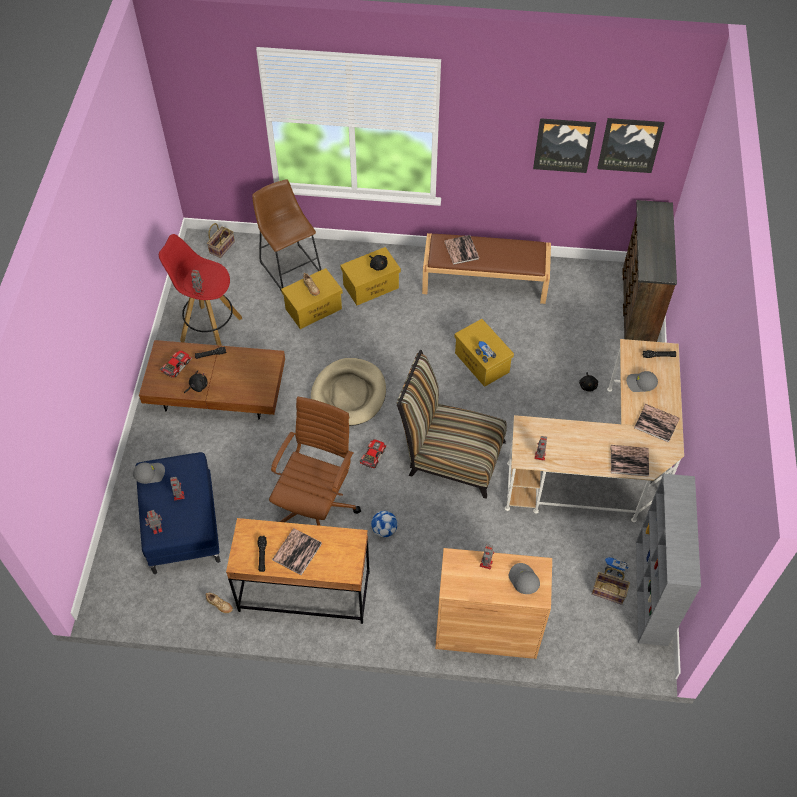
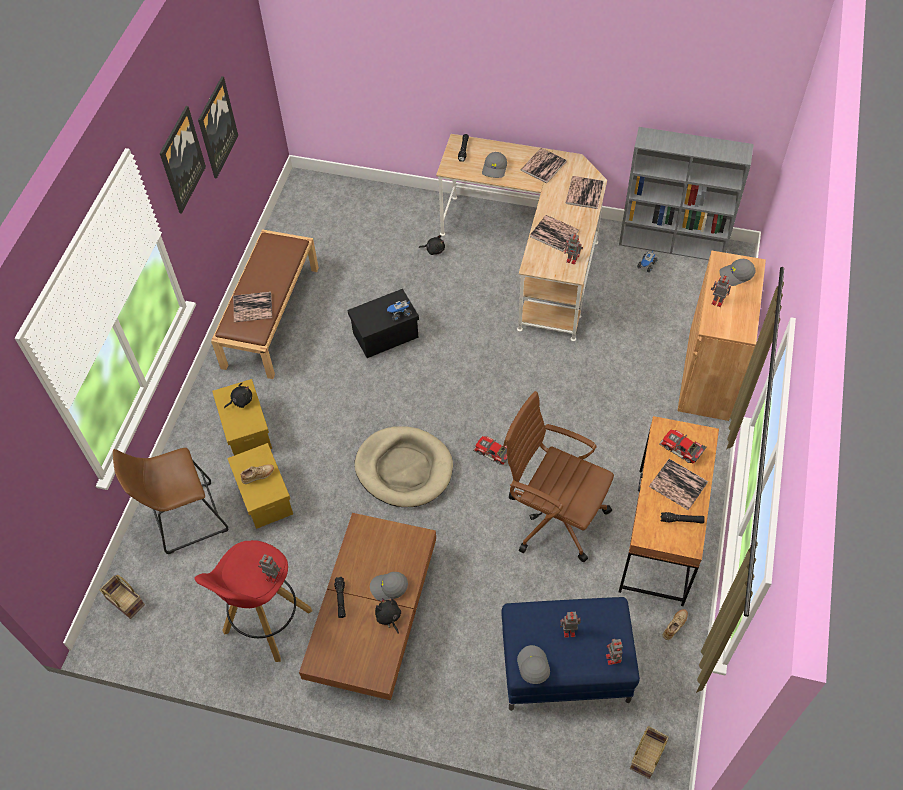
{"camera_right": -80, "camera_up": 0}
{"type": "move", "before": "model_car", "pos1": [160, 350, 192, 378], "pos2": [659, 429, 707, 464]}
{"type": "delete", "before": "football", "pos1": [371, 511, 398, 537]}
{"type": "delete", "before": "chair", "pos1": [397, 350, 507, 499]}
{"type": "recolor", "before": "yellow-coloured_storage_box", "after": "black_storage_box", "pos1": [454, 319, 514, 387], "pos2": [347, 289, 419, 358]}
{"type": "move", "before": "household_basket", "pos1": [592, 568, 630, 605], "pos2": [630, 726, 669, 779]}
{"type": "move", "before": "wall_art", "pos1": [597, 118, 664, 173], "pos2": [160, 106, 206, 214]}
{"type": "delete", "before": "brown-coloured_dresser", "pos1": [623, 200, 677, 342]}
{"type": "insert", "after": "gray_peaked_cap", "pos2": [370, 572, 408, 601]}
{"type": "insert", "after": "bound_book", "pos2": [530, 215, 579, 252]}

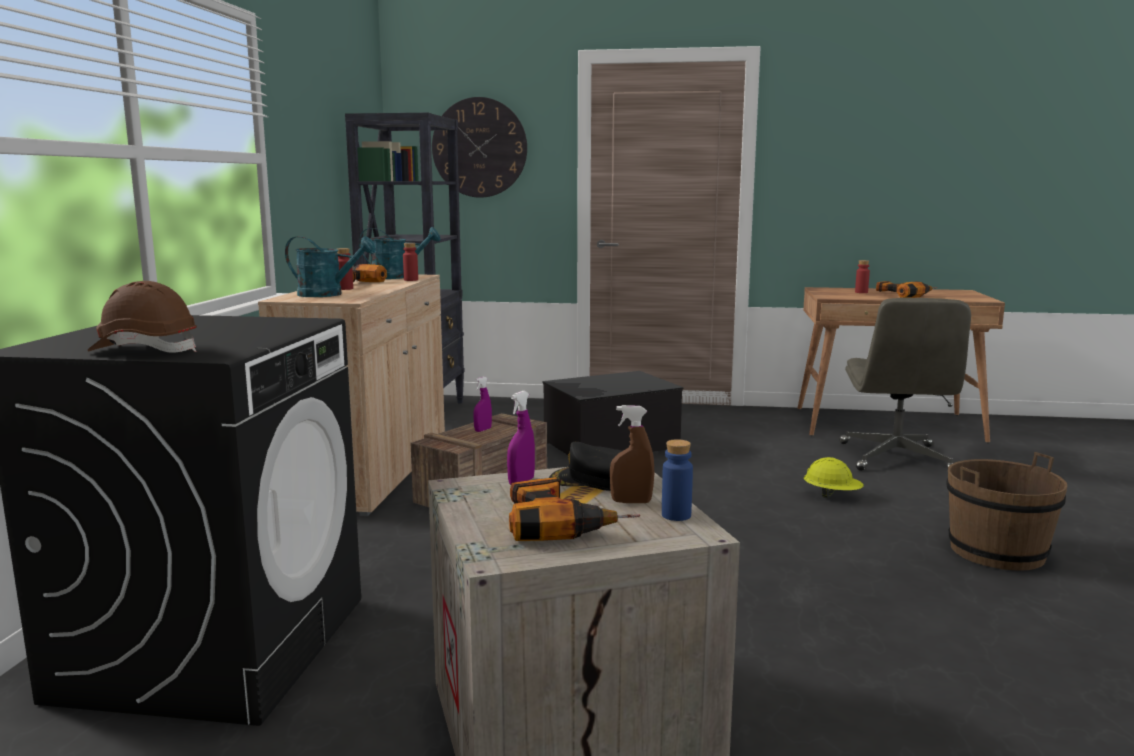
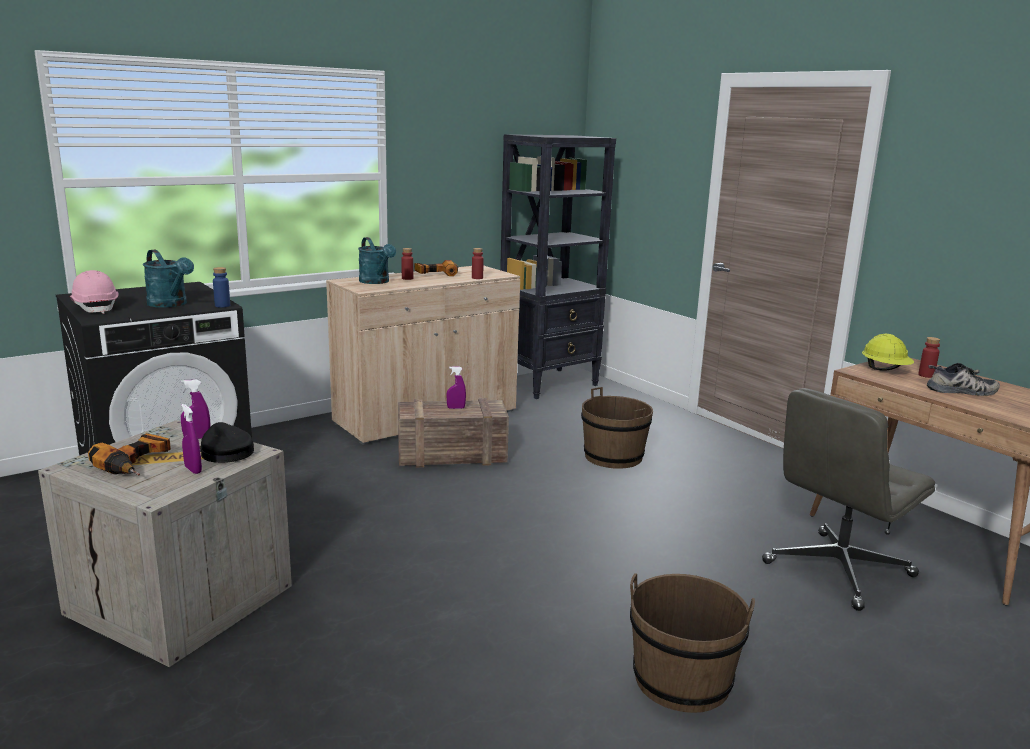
{"camera_right": 45, "camera_up": 5}
{"type": "recolor", "before": "brown-coloured_hard_hat", "after": "pink_hard_hat", "pos1": [87, 281, 197, 353], "pos2": [70, 270, 119, 314]}
{"type": "move", "before": "blue-green_watering_pot", "pos1": [359, 227, 440, 279], "pos2": [143, 250, 194, 308]}
{"type": "delete", "before": "hanging_clock", "pos1": [432, 97, 527, 198]}
{"type": "replace", "before": "storage_box", "after": "brown-coloured_water_bucket", "pos1": [542, 371, 684, 455], "pos2": [581, 387, 653, 469]}
{"type": "recolor", "before": "brown-coloured_sprayer", "after": "purple_sprayer", "pos1": [610, 405, 654, 503], "pos2": [181, 404, 202, 474]}
{"type": "move", "before": "blue-coloured_beverage_bottle", "pos1": [662, 439, 693, 521], "pos2": [213, 267, 230, 307]}
{"type": "move", "before": "yellow-coloured_hard_hat", "pos1": [804, 457, 864, 498], "pos2": [862, 334, 914, 371]}
{"type": "replace", "before": "drill", "after": "shoe", "pos1": [876, 281, 937, 298], "pos2": [927, 363, 1000, 396]}

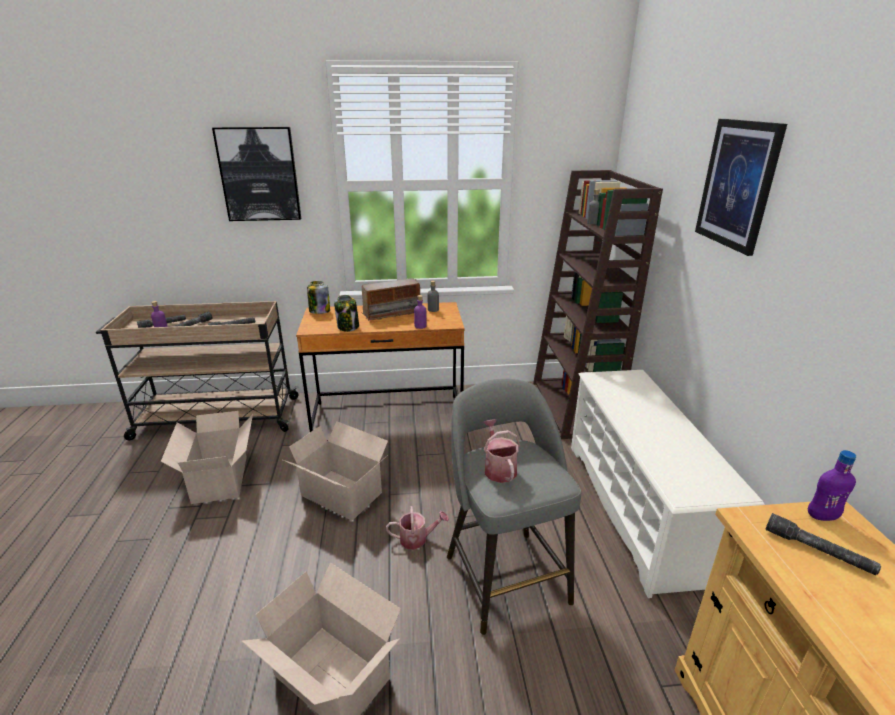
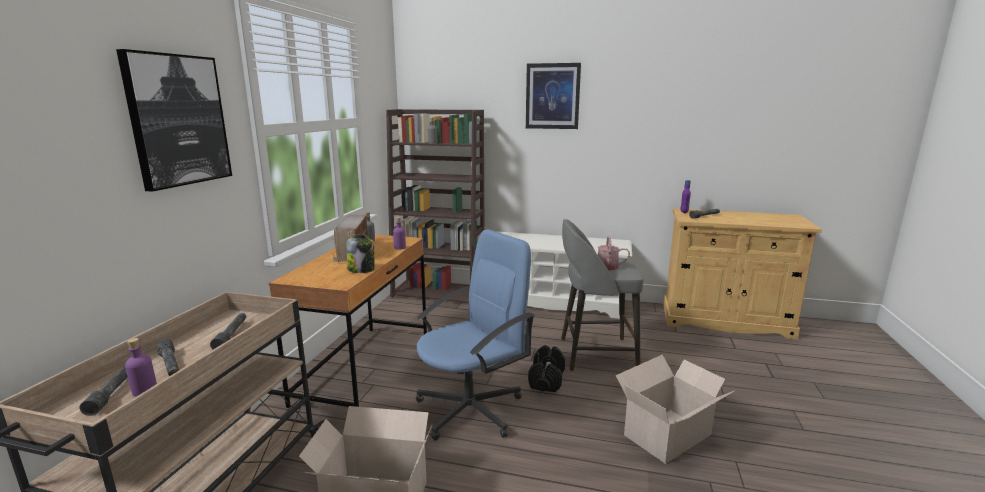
{"camera_right": -70, "camera_up": -10}
{"type": "replace", "before": "packing_box", "after": "blue-coloured_computer_chair", "pos1": [283, 421, 388, 520], "pos2": [416, 229, 535, 440]}
{"type": "delete", "before": "jar", "pos1": [307, 281, 330, 314]}
{"type": "replace", "before": "watering_pot", "after": "black_hand_weight", "pos1": [386, 506, 449, 550], "pos2": [528, 345, 566, 392]}

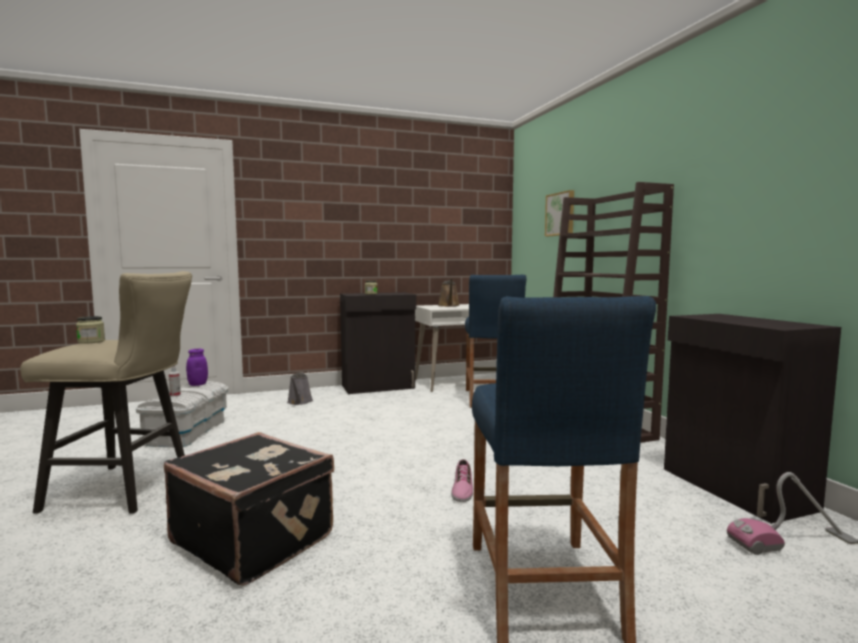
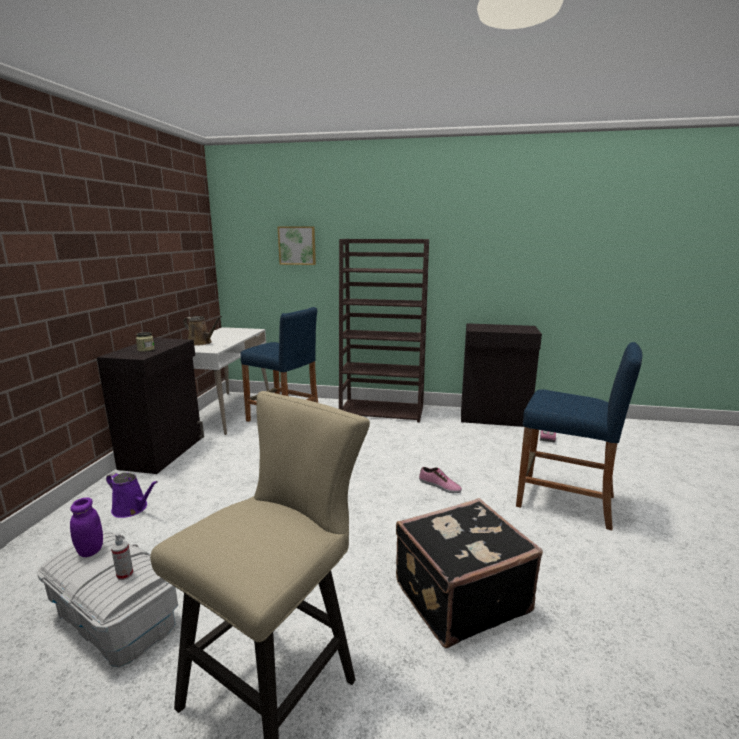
{"camera_right": -60, "camera_up": 10}
{"type": "delete", "before": "jar", "pos1": [76, 316, 105, 344]}
{"type": "recolor", "before": "gray_watering_pot", "after": "purple_watering_pot", "pos1": [287, 372, 313, 405], "pos2": [106, 472, 158, 518]}

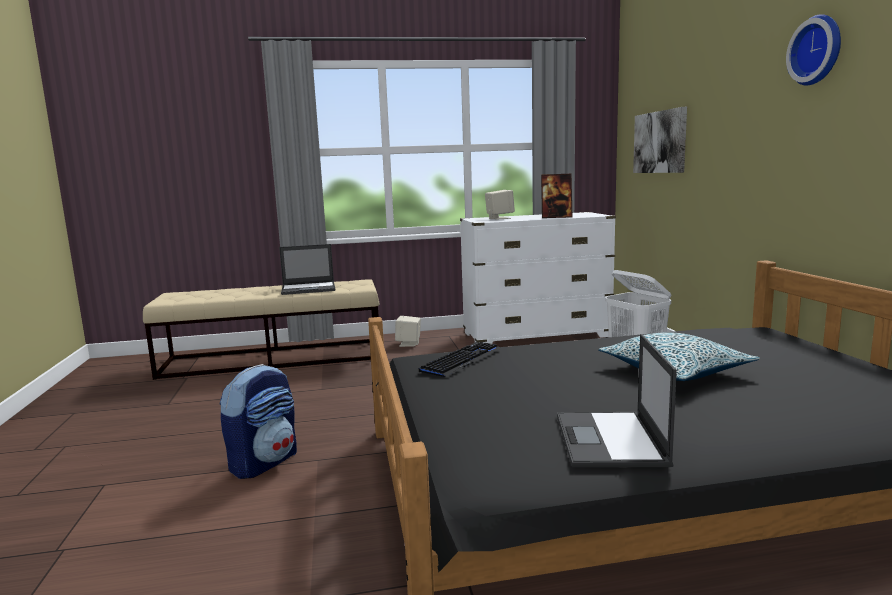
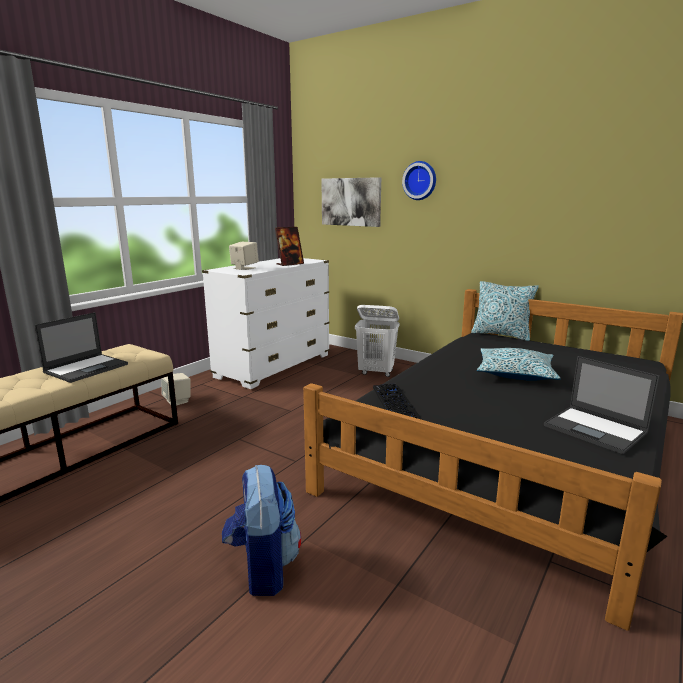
{"camera_right": -45, "camera_up": 5}
{"type": "move", "before": "hanging_clock", "pos1": [786, 14, 841, 85], "pos2": [402, 161, 436, 200]}
{"type": "insert", "after": "throw_pillow", "pos2": [471, 281, 539, 341]}

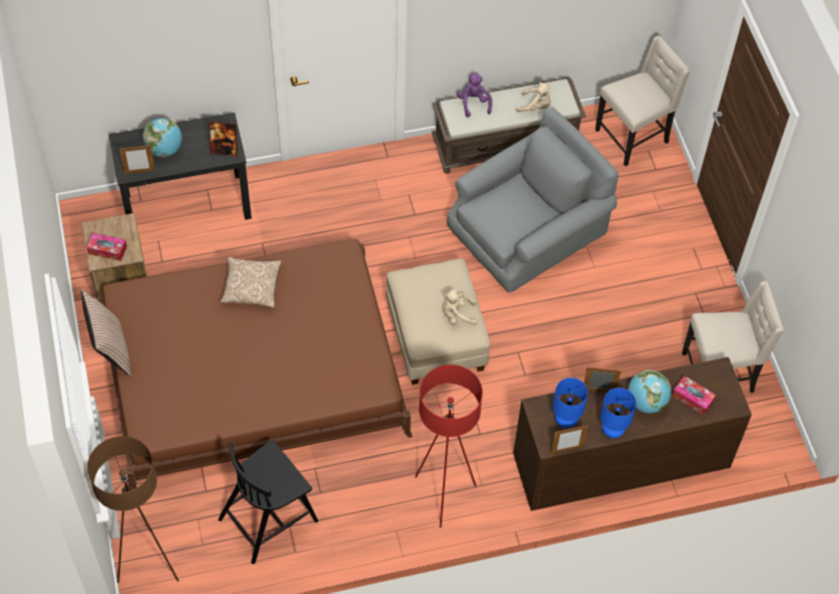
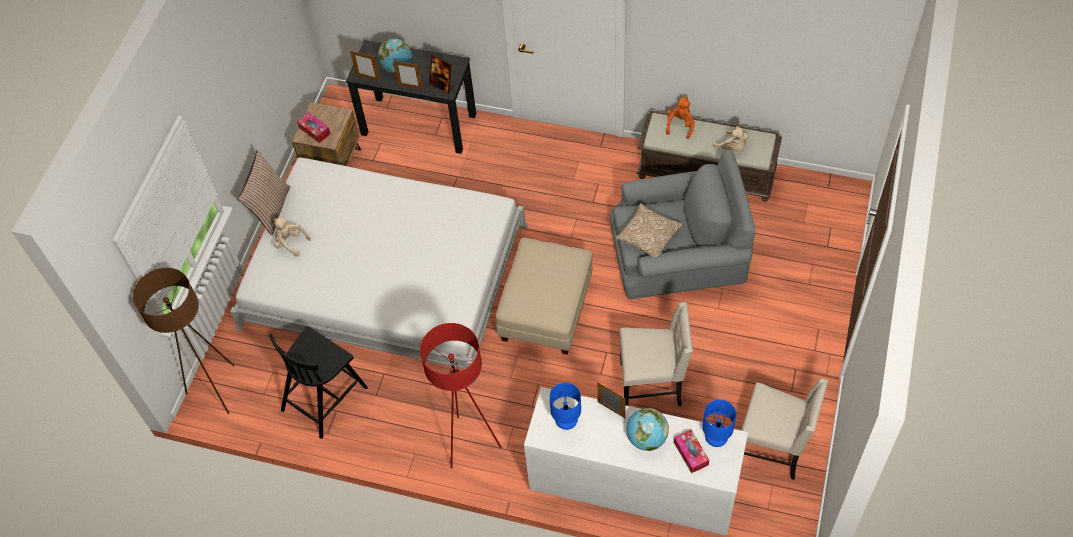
{"camera_right": 35, "camera_up": 0}
{"type": "recolor", "before": "brown-coloured_sleeping_bed", "after": "whitish_sleeping_bed", "pos1": [97, 239, 413, 490], "pos2": [230, 158, 528, 384]}
{"type": "rotate", "before": "black_chair", "pos1": [218, 440, 318, 564], "pos2": [269, 326, 368, 439], "turn": -45}
{"type": "move", "before": "throw_pillow", "pos1": [220, 257, 281, 308], "pos2": [615, 203, 683, 257]}
{"type": "move", "before": "sand-coloured_cuddly_toy", "pos1": [443, 290, 478, 326], "pos2": [274, 218, 311, 257]}
{"type": "recolor", "before": "purple_cuddly_toy", "after": "orange-coloured_cuddly_toy", "pos1": [457, 72, 492, 117], "pos2": [666, 97, 695, 139]}
{"type": "recolor", "before": "brown-coloured_dresser", "after": "whitish_dresser", "pos1": [513, 357, 752, 511], "pos2": [524, 387, 748, 536]}
{"type": "move", "before": "photo_frame", "pos1": [551, 425, 588, 454], "pos2": [393, 60, 423, 89]}
{"type": "move", "before": "sand-coloured_chair", "pos1": [595, 35, 690, 167], "pos2": [619, 302, 693, 406]}
{"type": "move", "before": "blue-coloured_tabletop_lamp", "pos1": [600, 388, 636, 438], "pos2": [702, 400, 736, 447]}

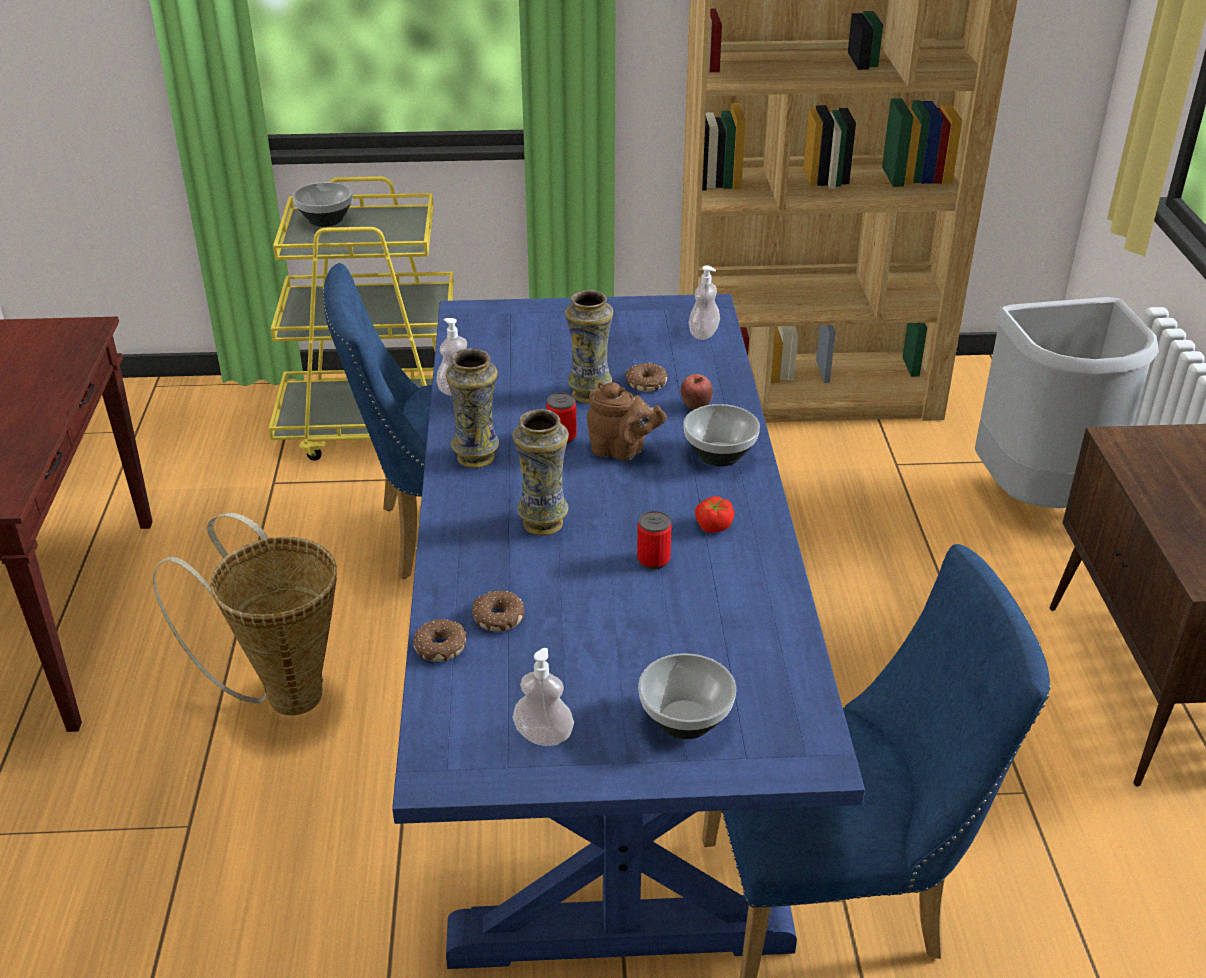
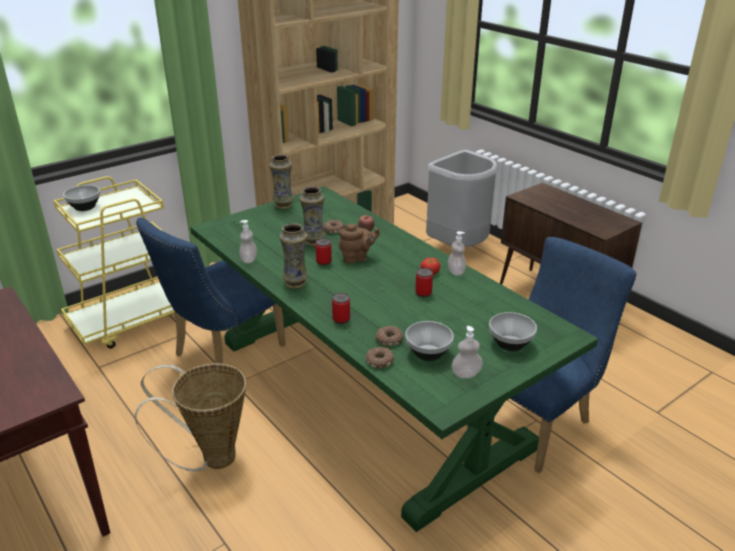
{"camera_right": -35, "camera_up": -5}
{"type": "recolor", "before": "blue-coloured_kitchen_table", "after": "green-coloured_kitchen_table", "pos1": [392, 294, 865, 969], "pos2": [190, 186, 598, 532]}
{"type": "move", "before": "decorative_vase", "pos1": [513, 409, 569, 536], "pos2": [269, 154, 294, 209]}
{"type": "move", "before": "serving_bowl", "pos1": [683, 404, 760, 466], "pos2": [405, 321, 454, 361]}
{"type": "move", "before": "soap_dispenser", "pos1": [688, 265, 720, 340], "pos2": [448, 231, 466, 276]}
{"type": "insert", "after": "can", "pos2": [332, 293, 350, 324]}

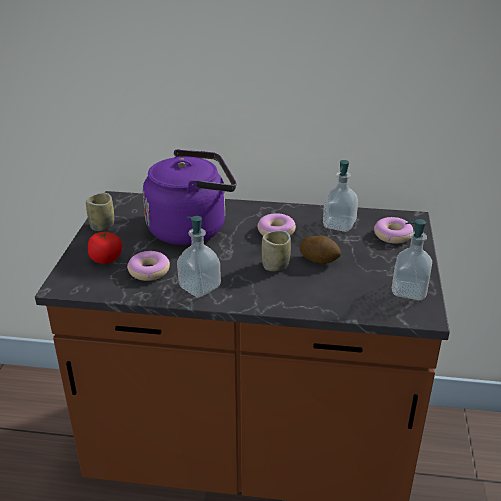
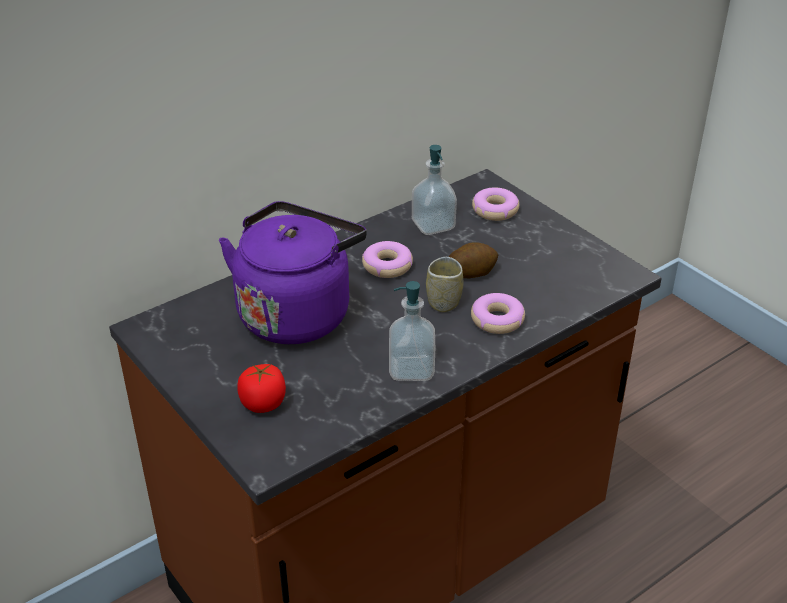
{"camera_right": -45, "camera_up": 5}
{"type": "delete", "before": "drinking_cup", "pos1": [86, 193, 114, 231]}
{"type": "move", "before": "donut", "pos1": [127, 251, 170, 281], "pos2": [471, 293, 525, 334]}
{"type": "delete", "before": "soap_dispenser", "pos1": [392, 219, 432, 300]}

